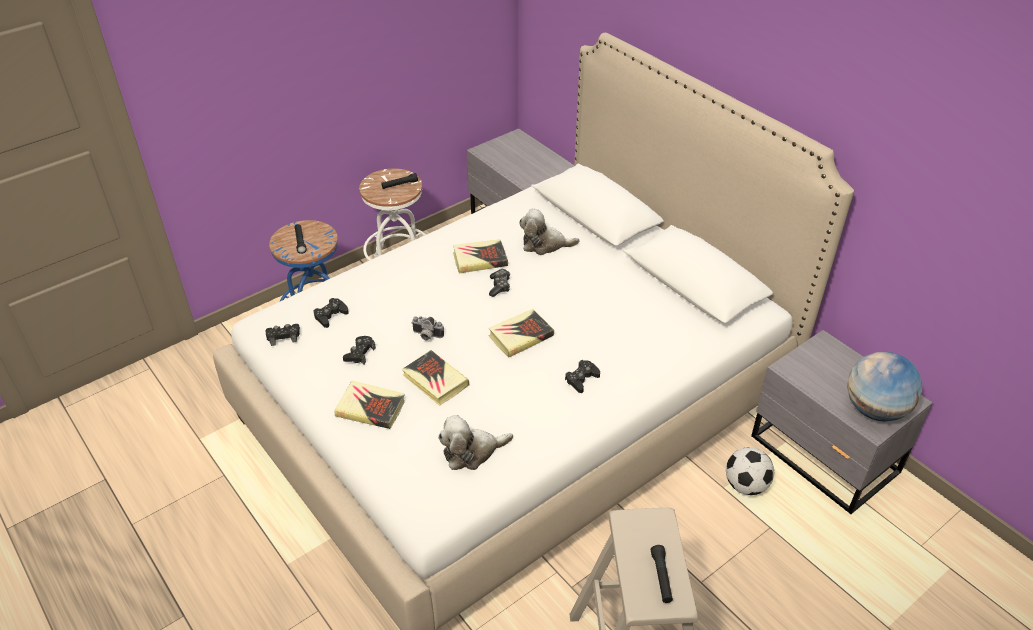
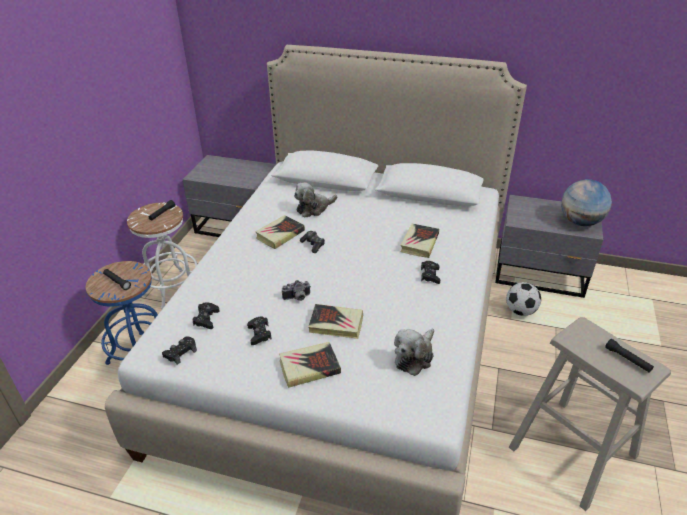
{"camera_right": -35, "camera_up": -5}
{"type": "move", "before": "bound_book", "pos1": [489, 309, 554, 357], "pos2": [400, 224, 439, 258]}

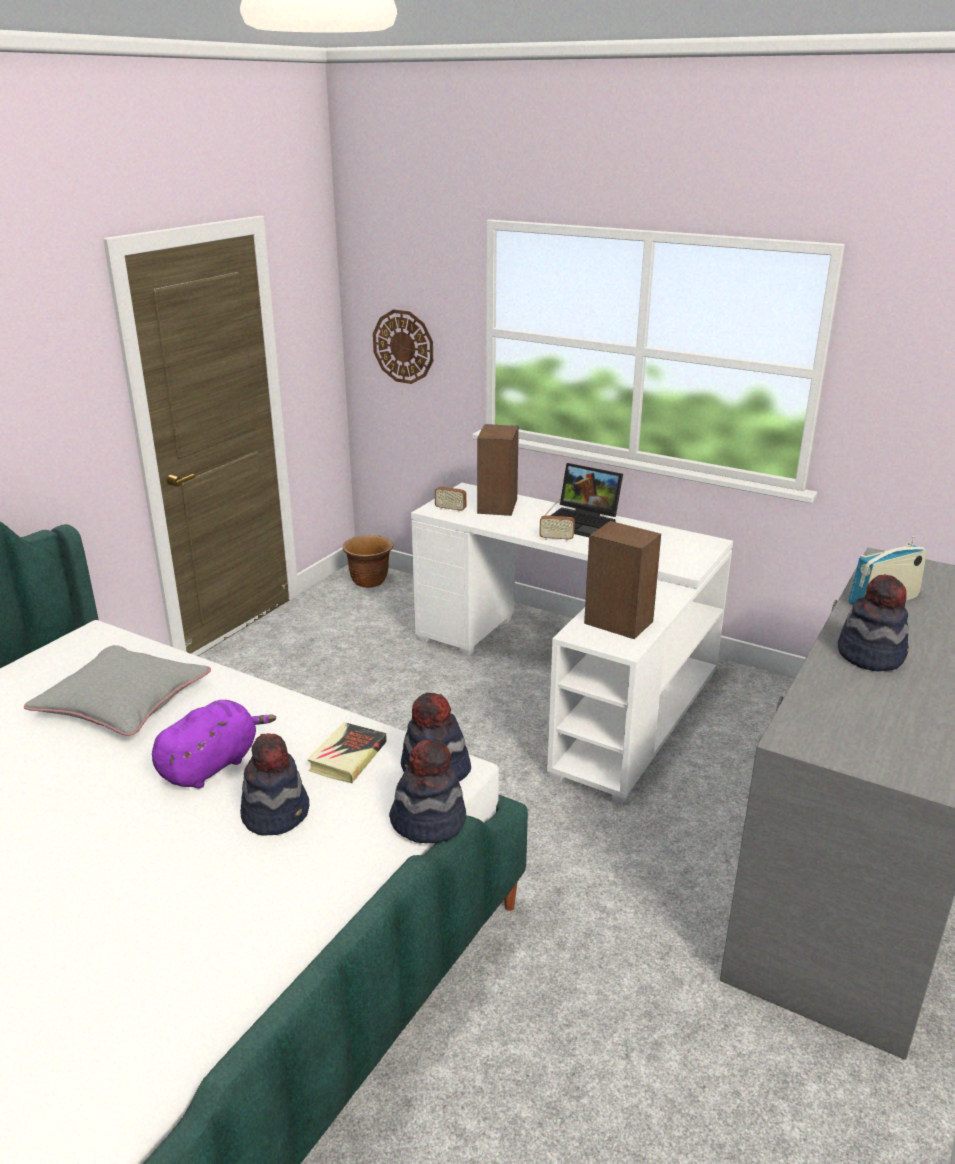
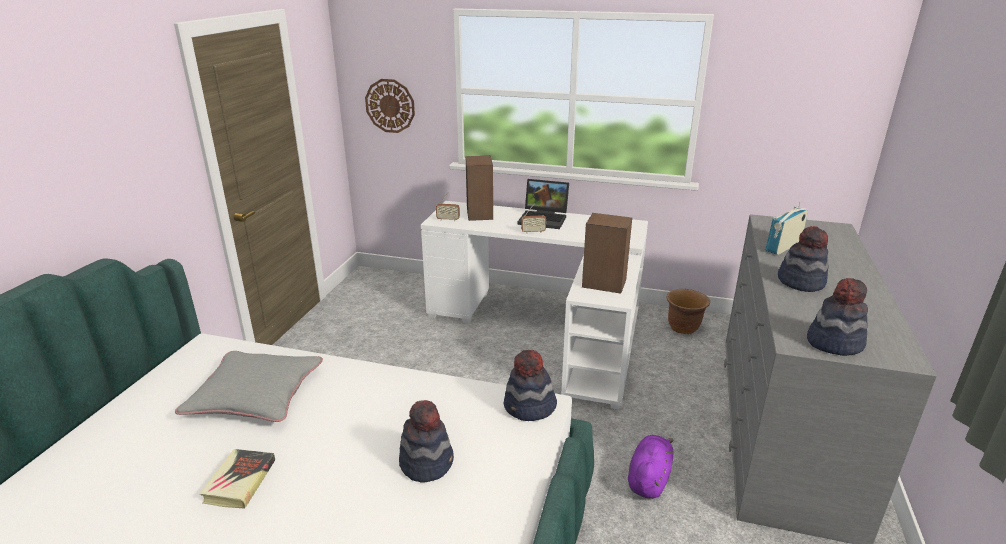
{"camera_right": -15, "camera_up": 0}
{"type": "move", "before": "purple_cuddly_toy", "pos1": [152, 700, 276, 789], "pos2": [628, 435, 674, 499]}
{"type": "move", "before": "bound_book", "pos1": [307, 722, 387, 783], "pos2": [200, 449, 275, 509]}
{"type": "move", "before": "brown-coloured_plant_pot", "pos1": [343, 535, 393, 588], "pos2": [667, 289, 710, 334]}
{"type": "move", "before": "clothing_hat", "pos1": [389, 740, 466, 843], "pos2": [807, 278, 868, 356]}

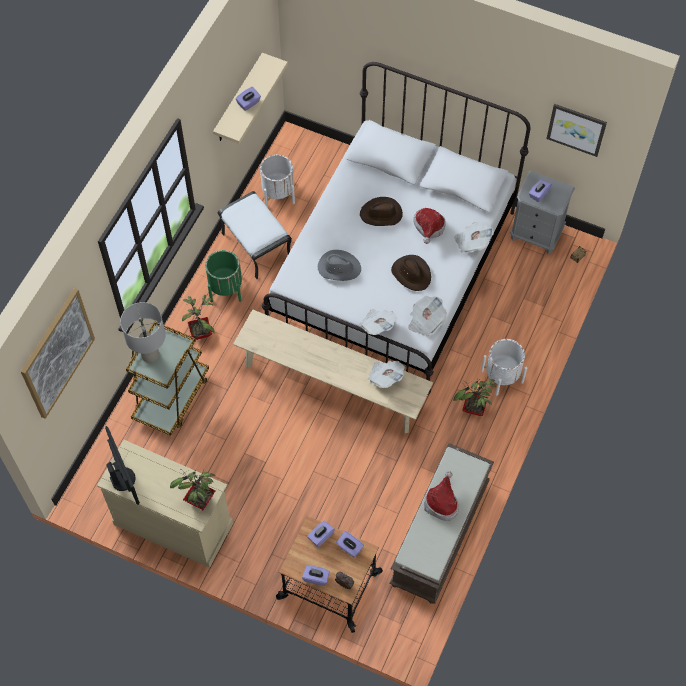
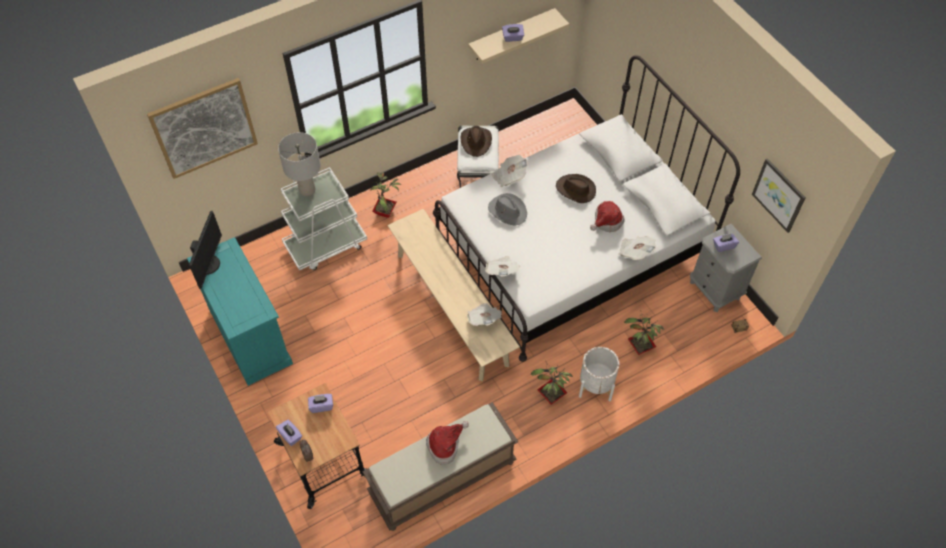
{"camera_right": 35, "camera_up": -5}
{"type": "recolor", "before": "sand-coloured_dresser", "after": "blue-green_dresser", "pos1": [97, 440, 234, 568], "pos2": [187, 238, 293, 386]}
{"type": "recolor", "before": "brown-coloured_wheeled_cart", "after": "whitish_wheeled_cart", "pos1": [126, 321, 209, 436], "pos2": [281, 167, 367, 271]}
{"type": "move", "before": "plant_in_a_pot", "pos1": [170, 469, 215, 510], "pos2": [624, 310, 664, 355]}
{"type": "delete", "before": "green-coloured_plant_pot", "pos1": [205, 250, 242, 303]}
{"type": "delete", "before": "whitish_plant_pot", "pos1": [260, 154, 295, 207]}
{"type": "delete", "before": "purple_tissue_box", "pos1": [336, 531, 364, 557]}
{"type": "move", "before": "brown-coloured_clothing_hat", "pos1": [391, 255, 431, 291], "pos2": [460, 126, 492, 157]}
{"type": "move", "before": "newspaper", "pos1": [408, 296, 447, 337], "pos2": [492, 155, 528, 187]}

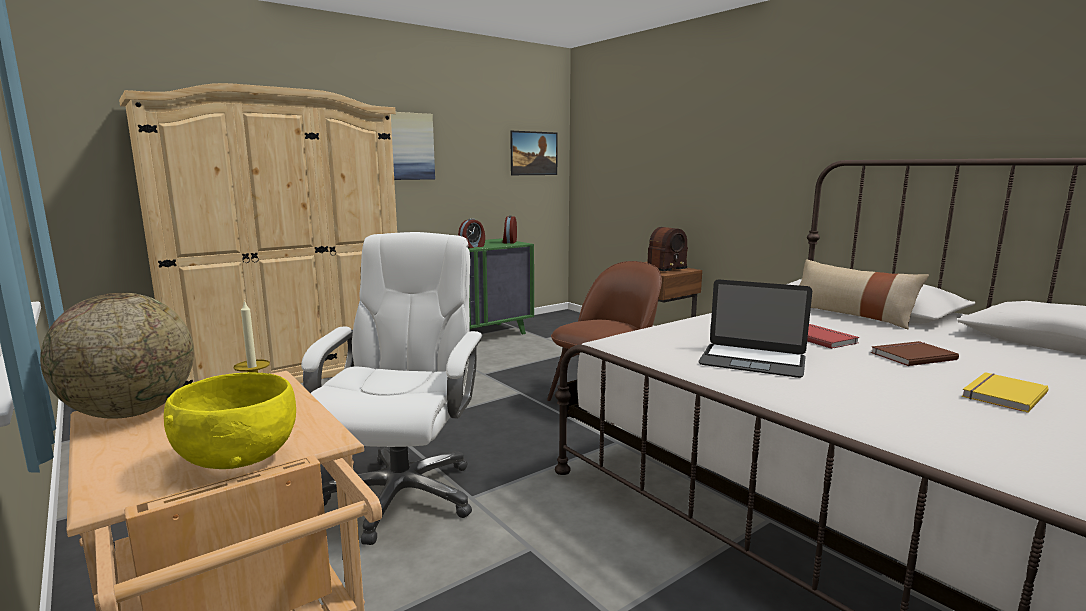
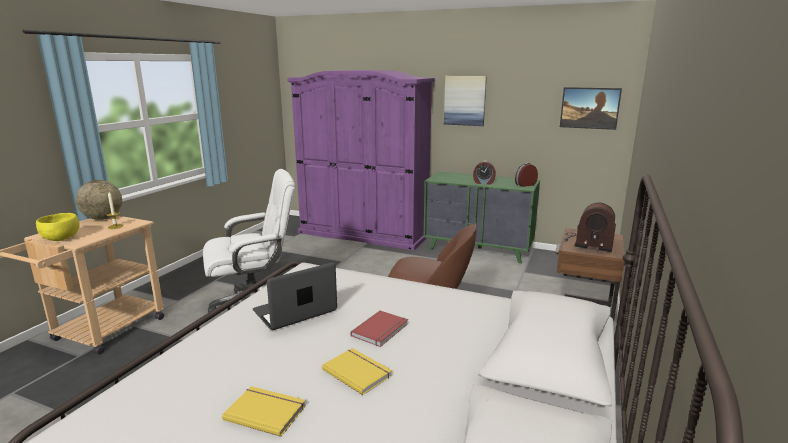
{"camera_right": 60, "camera_up": 5}
{"type": "recolor", "before": "sand-coloured_armoire", "after": "purple_armoire", "pos1": [119, 83, 397, 387], "pos2": [287, 70, 435, 251]}
{"type": "rotate", "before": "portable_computer", "pos1": [698, 280, 812, 378], "pos2": [253, 262, 337, 330], "turn": 60}
{"type": "delete", "before": "sand-coloured_throw_pillow", "pos1": [799, 259, 929, 329]}
{"type": "recolor", "before": "brown-coloured_bound_book", "after": "yellow-coloured_bound_book", "pos1": [871, 341, 959, 366], "pos2": [322, 348, 392, 395]}

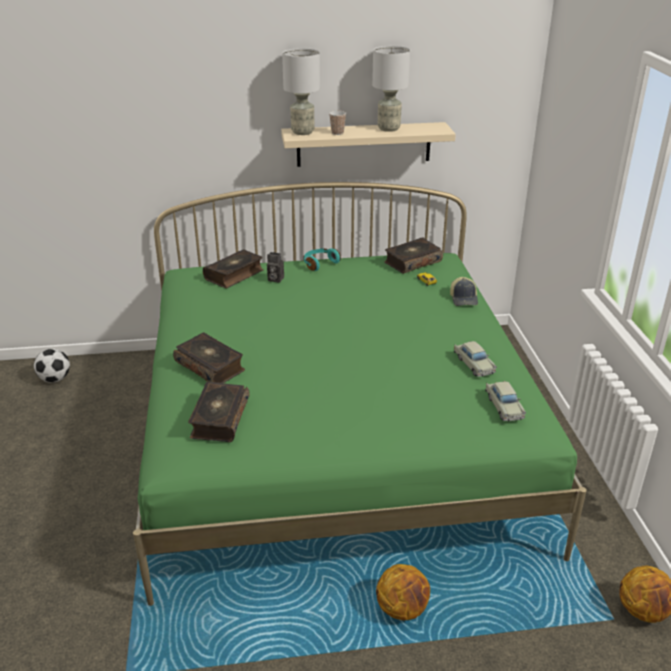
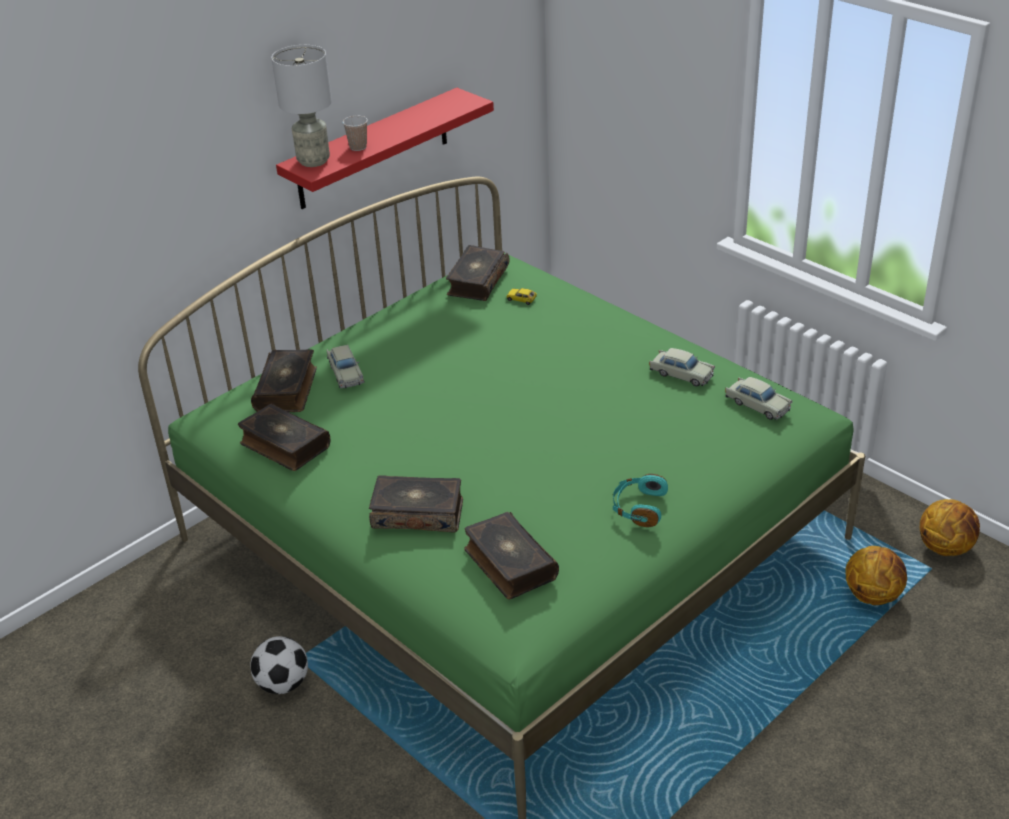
{"camera_right": -35, "camera_up": 5}
{"type": "move", "before": "football", "pos1": [34, 349, 70, 383], "pos2": [250, 636, 308, 694]}
{"type": "replace", "before": "photo_camera", "after": "sand-coloured_model_car", "pos1": [267, 252, 284, 283], "pos2": [327, 345, 365, 388]}
{"type": "recolor", "before": "sand-coloured_wall_shelf", "after": "reddish_wall_shelf", "pos1": [281, 122, 456, 167], "pos2": [276, 88, 494, 209]}
{"type": "move", "before": "blue-green_headphones", "pos1": [303, 248, 341, 271], "pos2": [613, 474, 668, 527]}
{"type": "delete", "before": "gray_tabletop_lamp", "pos1": [372, 46, 410, 132]}
{"type": "move", "before": "basketball", "pos1": [376, 564, 430, 620], "pos2": [845, 546, 907, 605]}
{"type": "delete", "before": "peaked_cap", "pos1": [450, 277, 478, 306]}
{"type": "insert", "after": "bound_book", "pos2": [238, 404, 330, 471]}

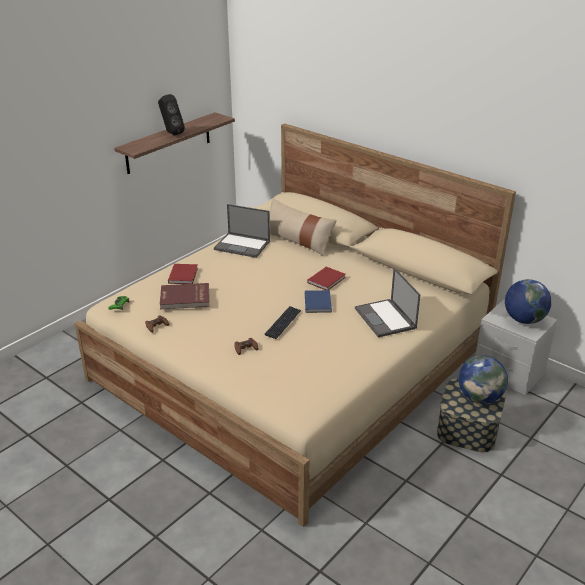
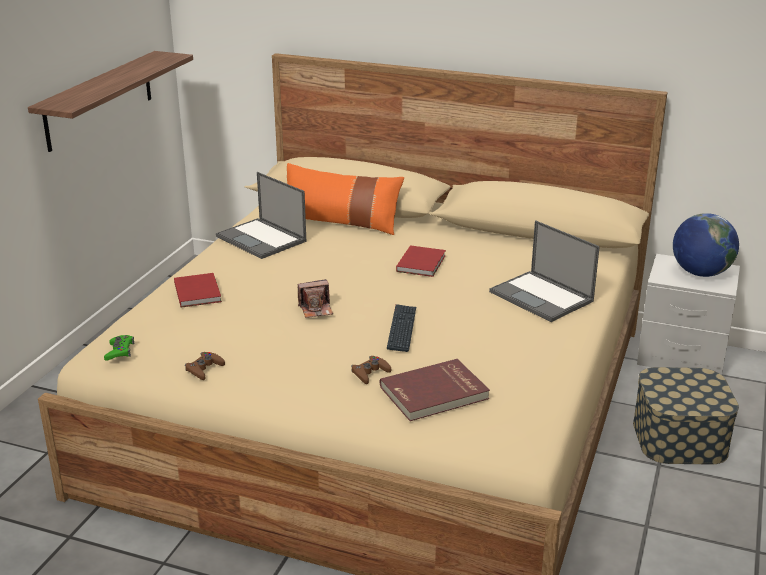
{"camera_right": -20, "camera_up": -5}
{"type": "delete", "before": "black_audio_speaker", "pos1": [158, 94, 185, 135]}
{"type": "move", "before": "reddish_bound_book", "pos1": [159, 283, 209, 309], "pos2": [380, 359, 490, 421]}
{"type": "rotate", "before": "portable_computer", "pos1": [214, 204, 270, 258], "pos2": [216, 172, 306, 259], "turn": 45}
{"type": "recolor", "before": "sand-coloured_throw_pillow", "after": "orange-coloured_throw_pillow", "pos1": [270, 198, 337, 256], "pos2": [287, 163, 404, 235]}
{"type": "delete", "before": "blue-coloured_bound_book", "pos1": [305, 290, 332, 313]}
{"type": "delete", "before": "world_globe", "pos1": [458, 355, 508, 404]}
{"type": "insert", "after": "photo_camera", "pos2": [297, 279, 333, 318]}

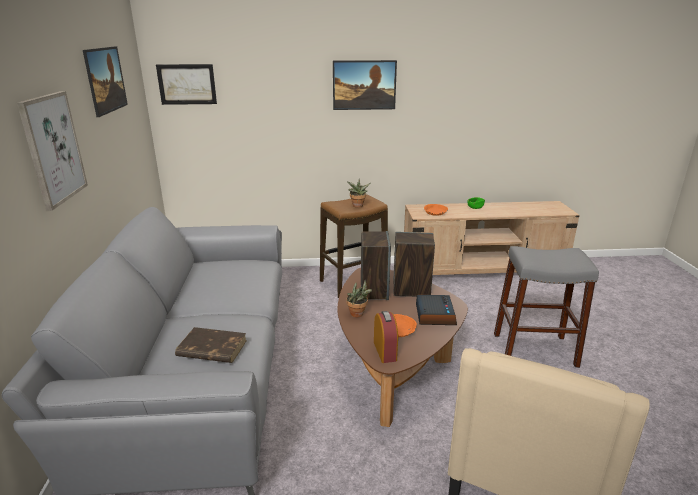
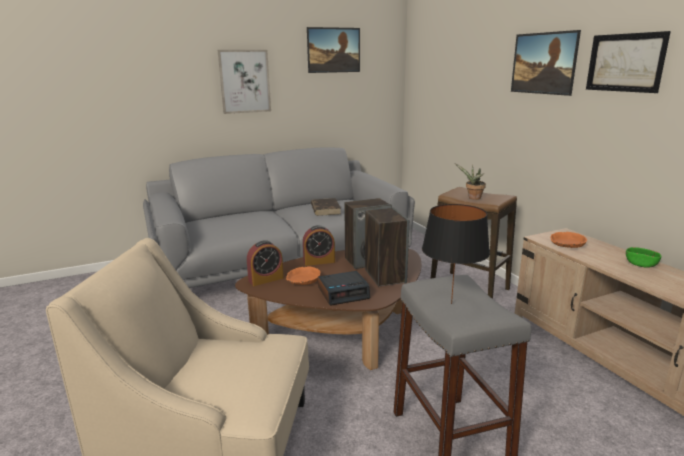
{"camera_right": 70, "camera_up": -5}
{"type": "move", "before": "wall_art", "pos1": [156, 64, 217, 105], "pos2": [586, 31, 671, 93]}
{"type": "move", "before": "brown-coloured_bound_book", "pos1": [175, 327, 247, 363], "pos2": [311, 198, 341, 216]}
{"type": "replace", "before": "plant_in_a_pot", "after": "alarm_clock", "pos1": [346, 280, 372, 317], "pos2": [303, 225, 335, 266]}
{"type": "insert", "after": "black_tabletop_lamp", "pos2": [422, 204, 490, 304]}

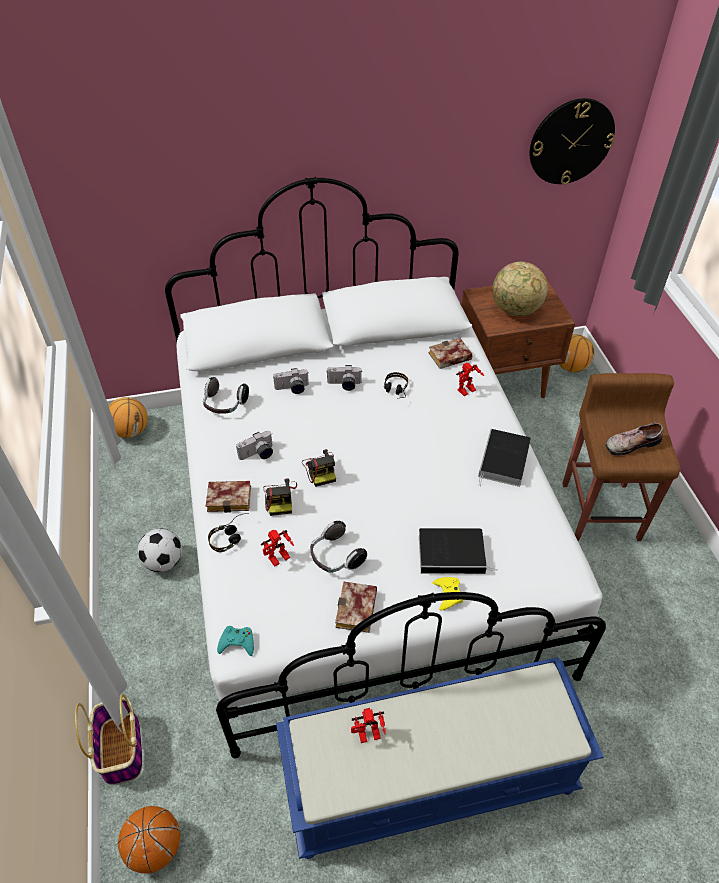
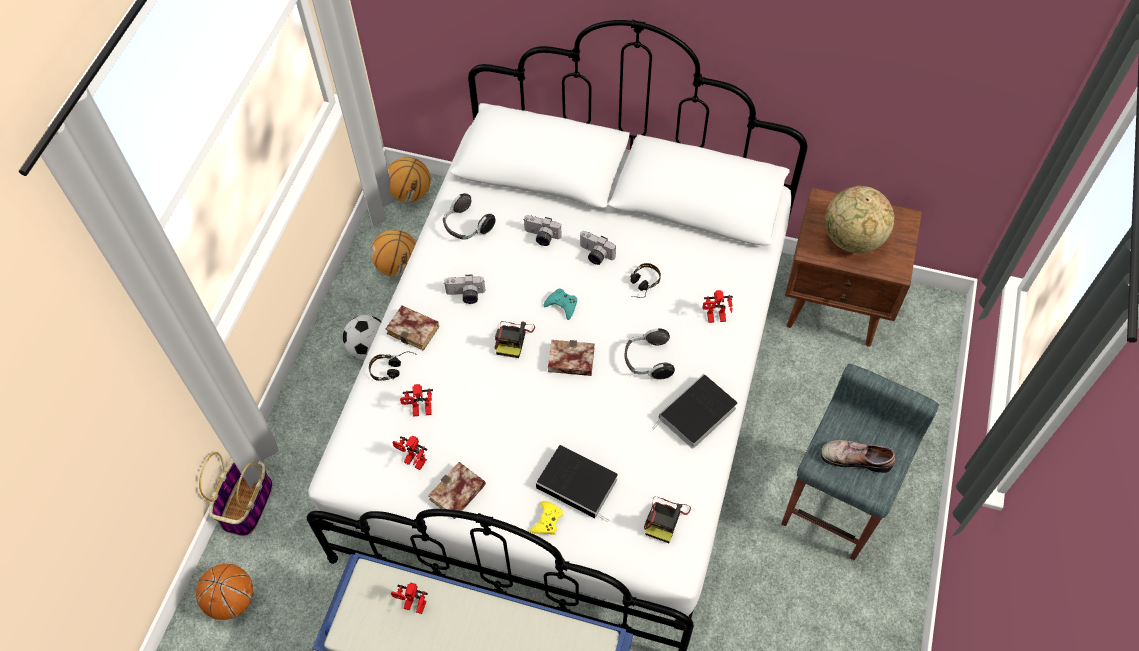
{"camera_right": 30, "camera_up": 10}
{"type": "move", "before": "blue-green_joypad", "pos1": [217, 626, 254, 656], "pos2": [544, 289, 577, 320]}
{"type": "move", "before": "photo_camera", "pos1": [263, 478, 297, 516], "pos2": [644, 496, 691, 543]}
{"type": "move", "before": "headphones", "pos1": [310, 521, 367, 573], "pos2": [624, 328, 675, 380]}
{"type": "move", "before": "bound_book", "pos1": [428, 338, 472, 369], "pos2": [548, 340, 595, 376]}
{"type": "delete", "before": "hanging_clock", "pos1": [530, 98, 615, 185]}
{"type": "move", "before": "basketball", "pos1": [559, 334, 595, 372], "pos2": [371, 230, 416, 277]}
{"type": "recolor", "before": "brown-coloured_sitting_stool", "after": "gray_sitting_stool", "pos1": [562, 373, 680, 541], "pos2": [781, 364, 939, 560]}
{"type": "insert", "after": "model_robot", "pos2": [392, 436, 427, 470]}

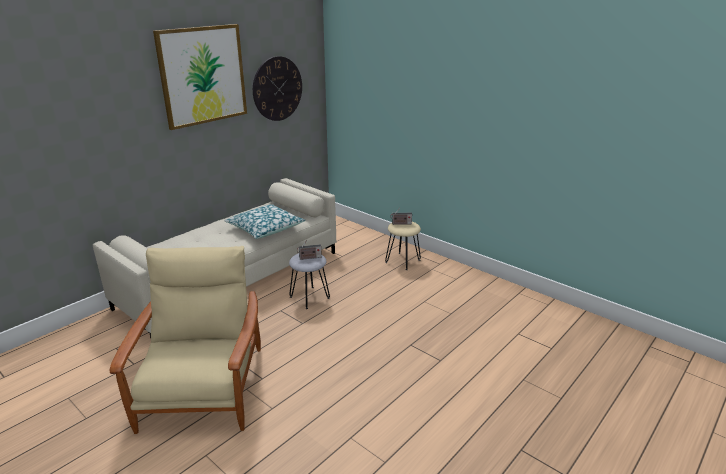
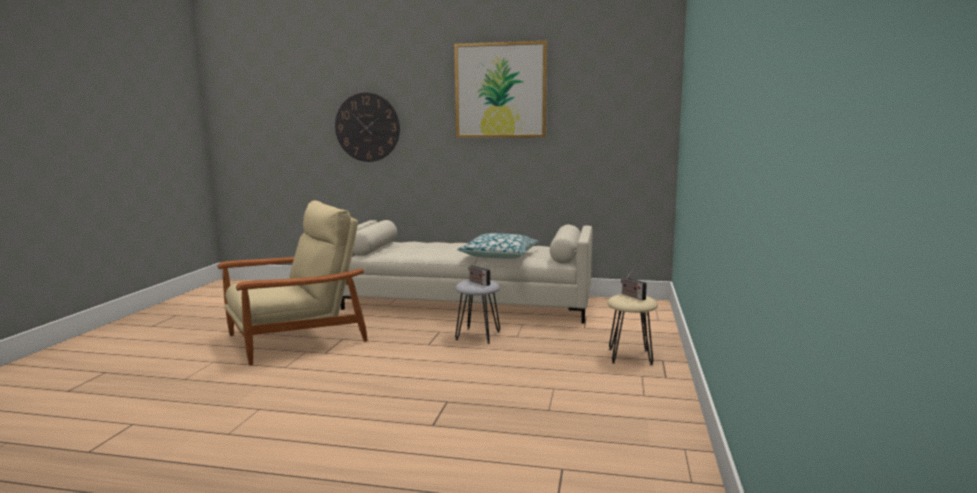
{"camera_right": 60, "camera_up": -15}
{"type": "move", "before": "hanging_clock", "pos1": [253, 56, 302, 121], "pos2": [335, 92, 400, 162]}

